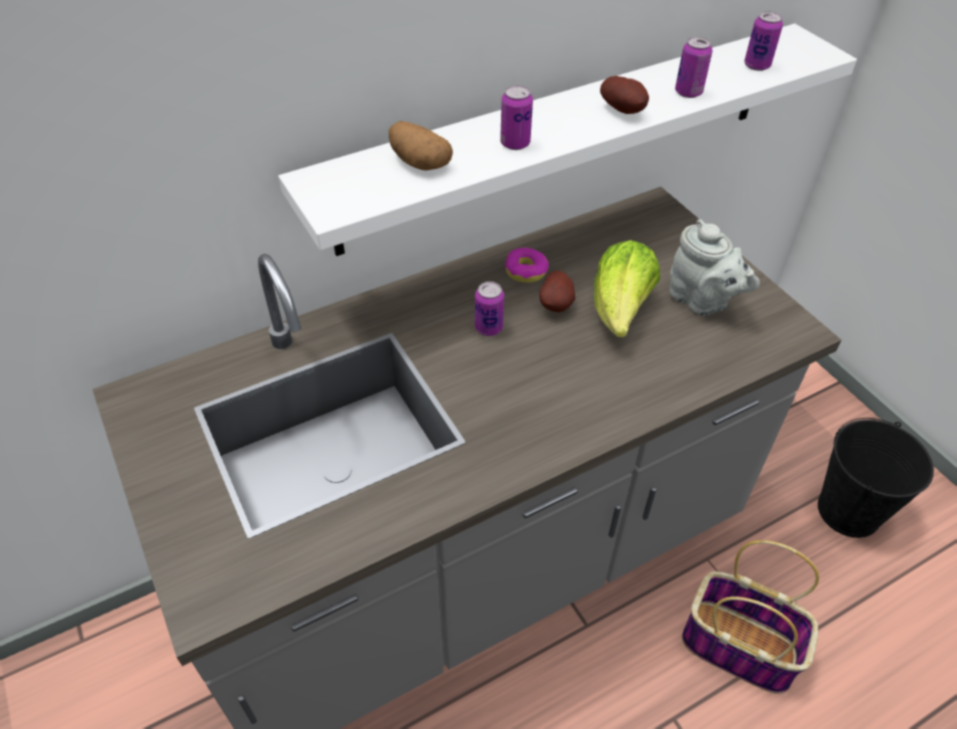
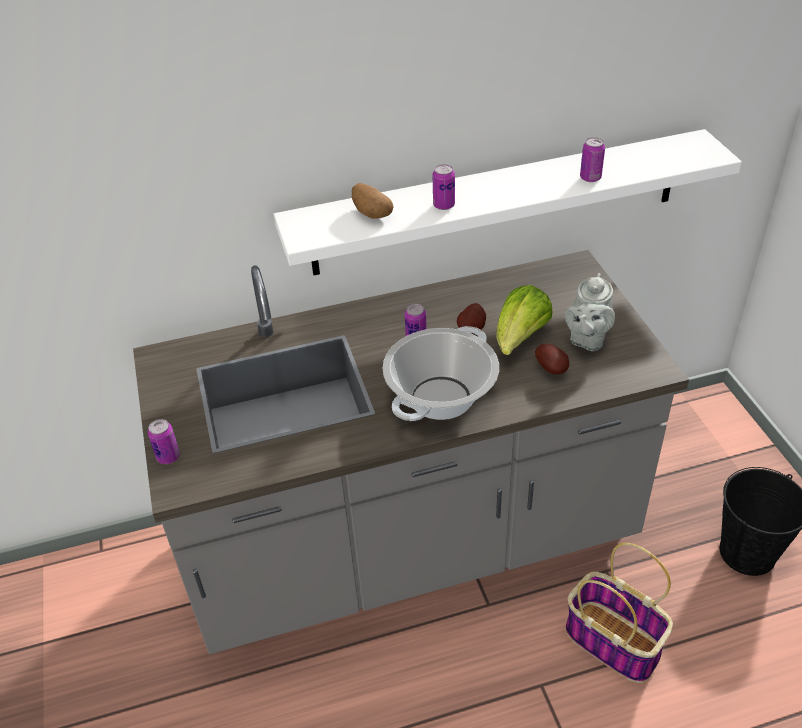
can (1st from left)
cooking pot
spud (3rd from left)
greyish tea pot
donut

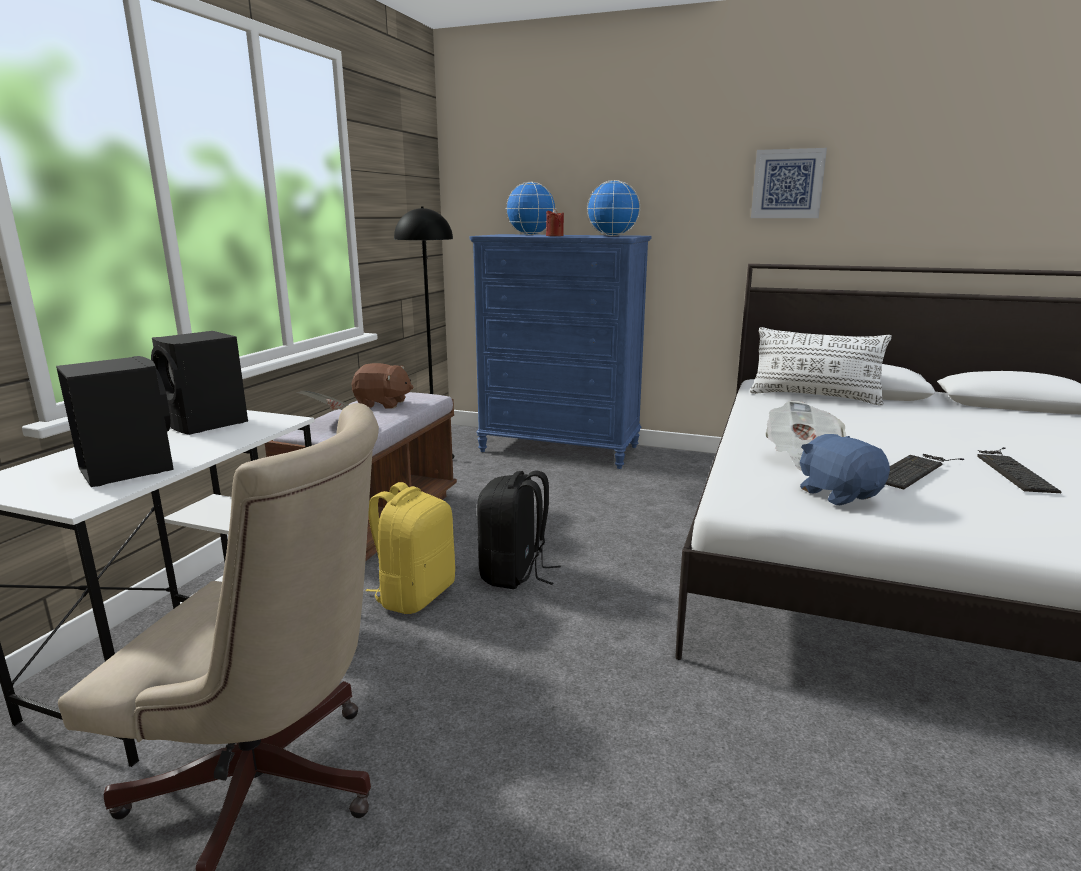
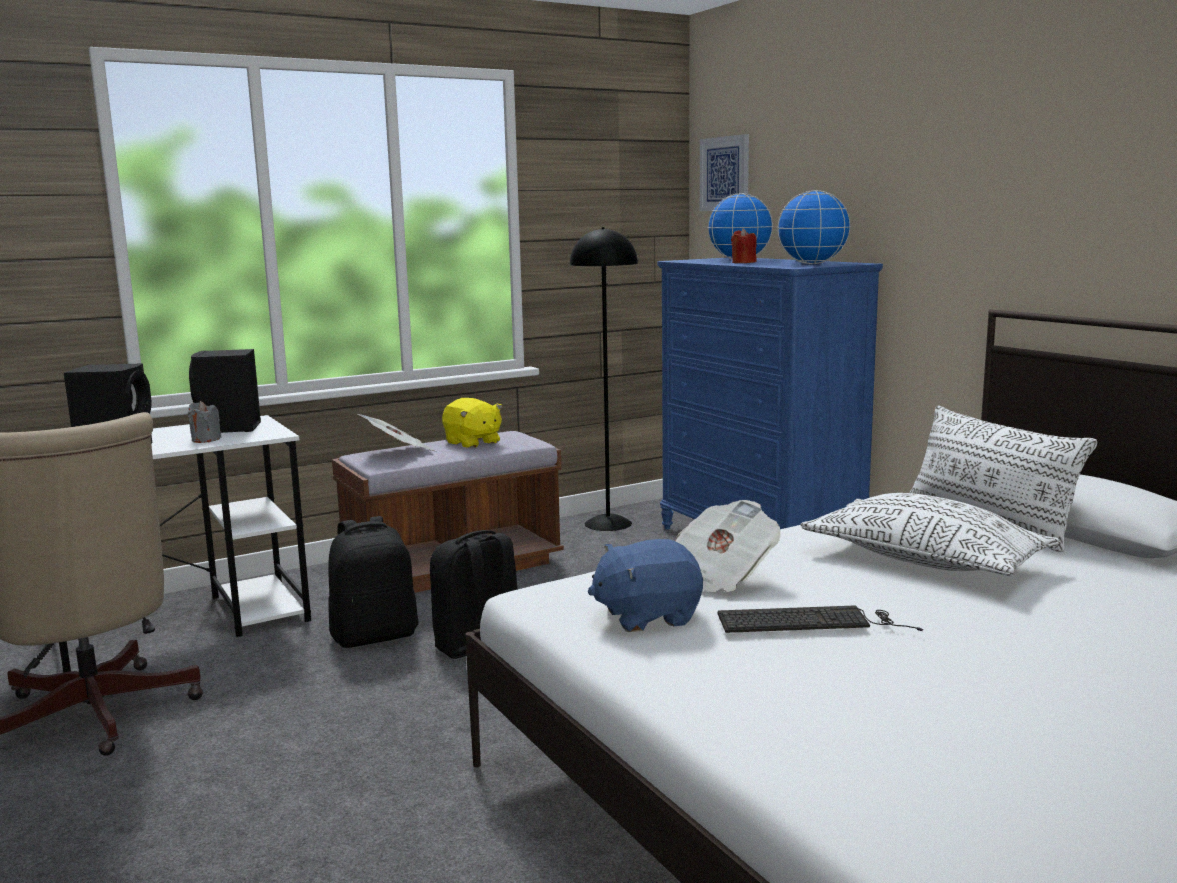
greyish candle
black rucksack (1st from left)
yellowish cuddly toy
blue cuddly toy
picture
white-coloured throw pillow (1st from left)
keyboard (2nd from left in the first image)

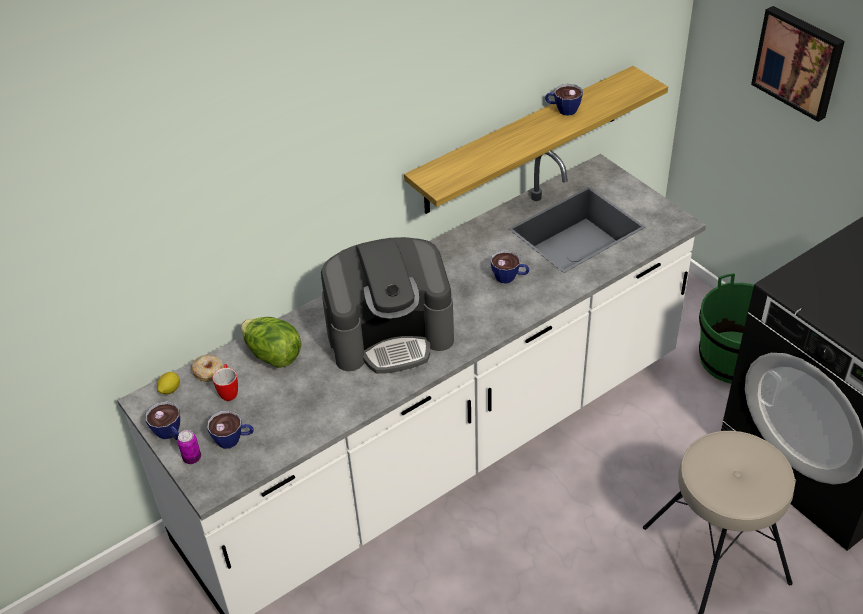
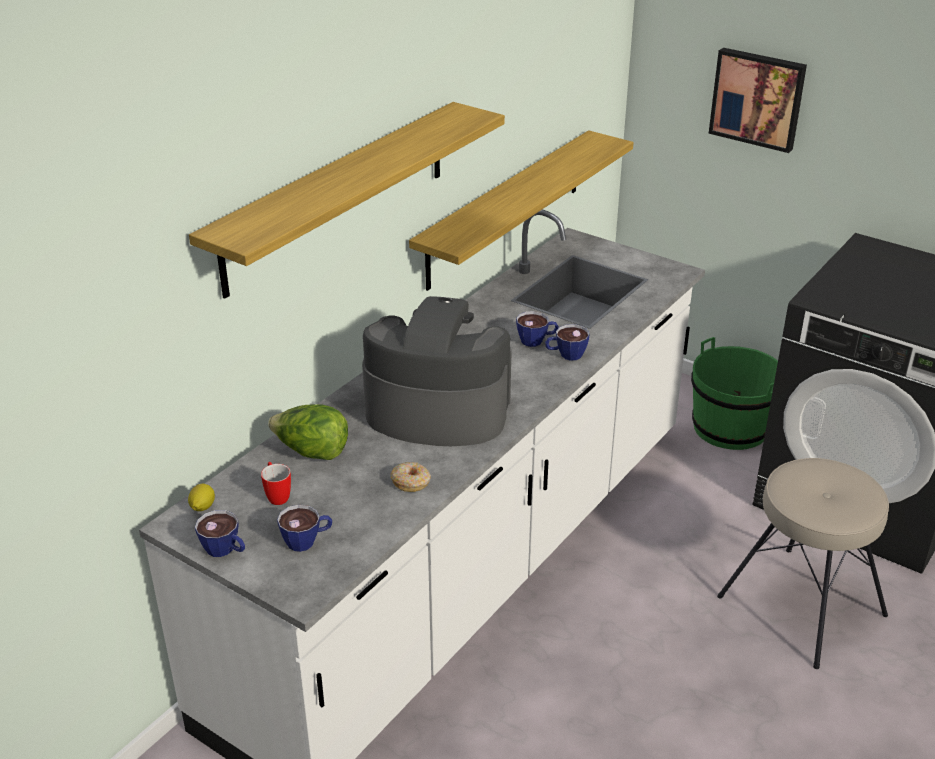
bracket shelf (1st from left)
coffee brewer
donut
small cup (4th from left)
can

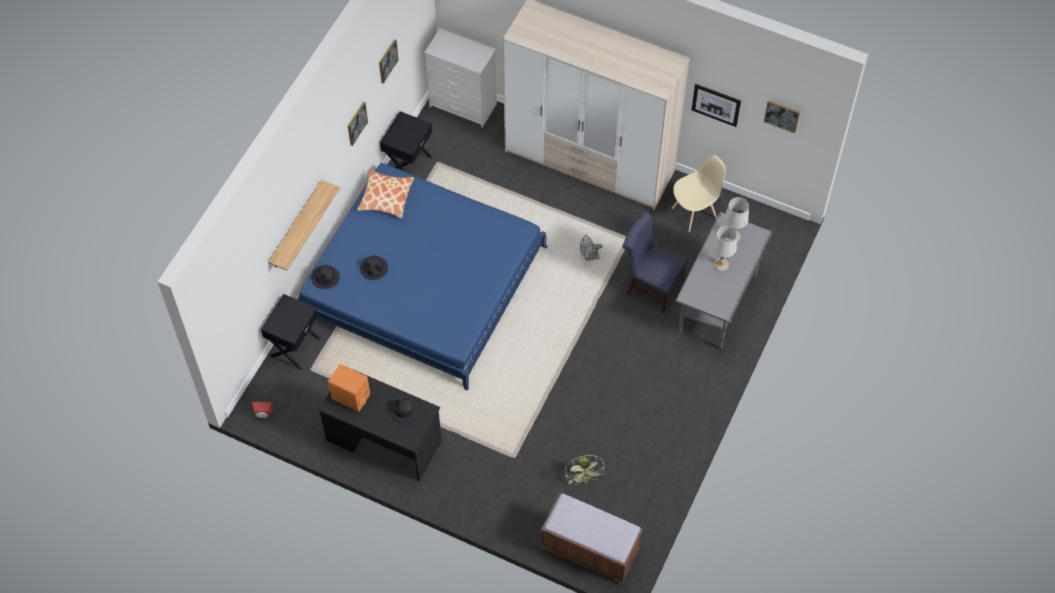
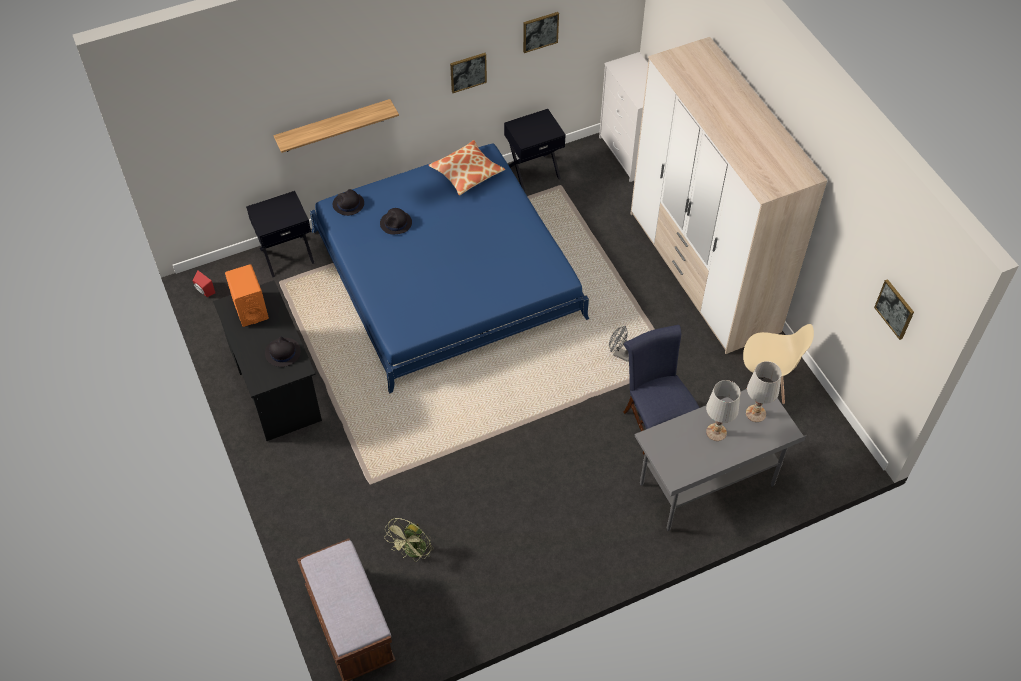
picture (3rd from left in the first image)

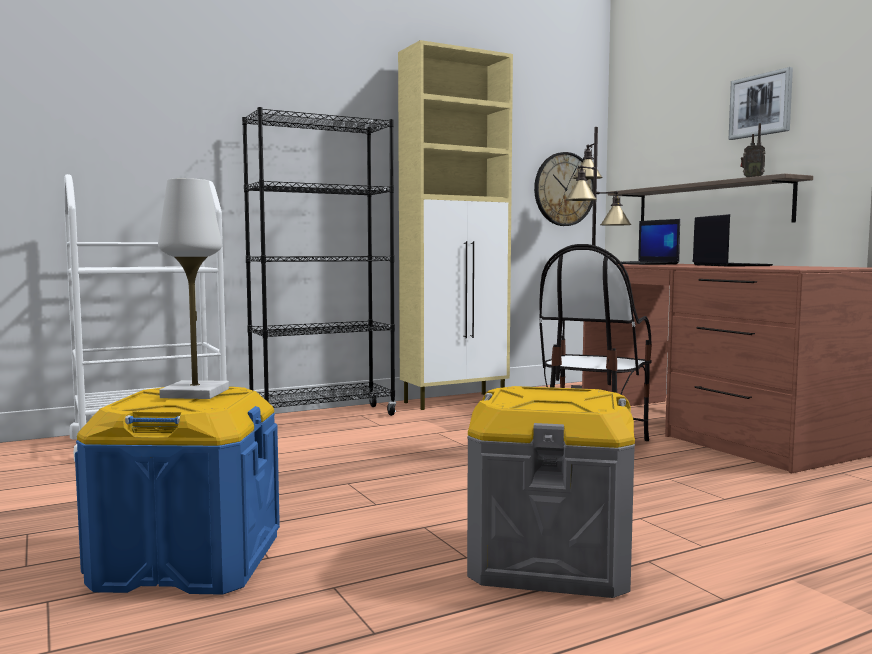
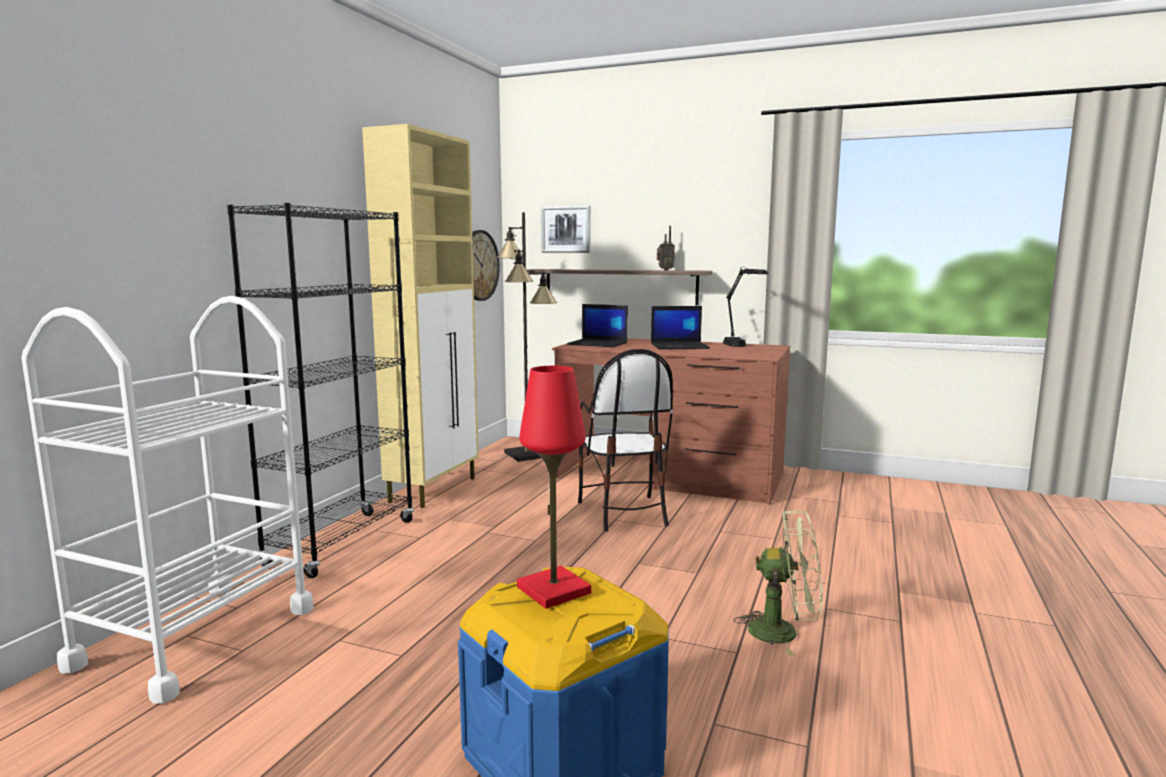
red-coloured lamp for a table
picture
portable computer (2nd from left)
black lamp for a table
green-coloured cooling fan

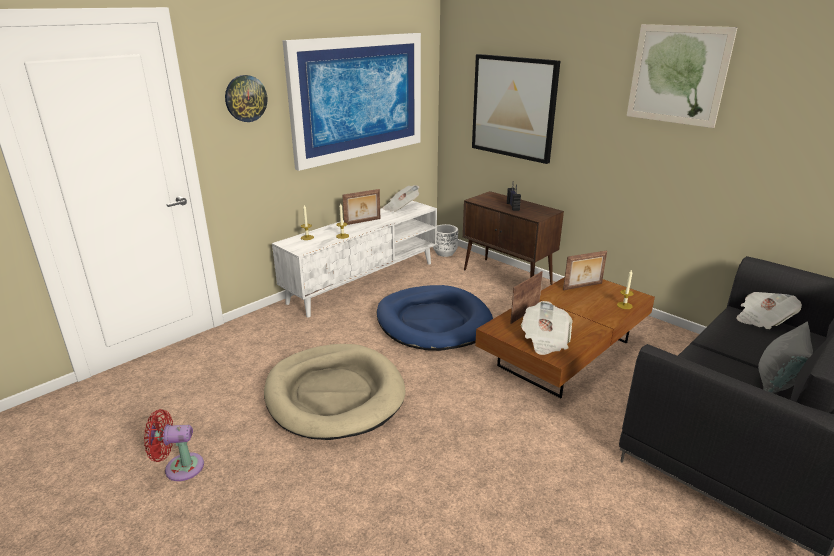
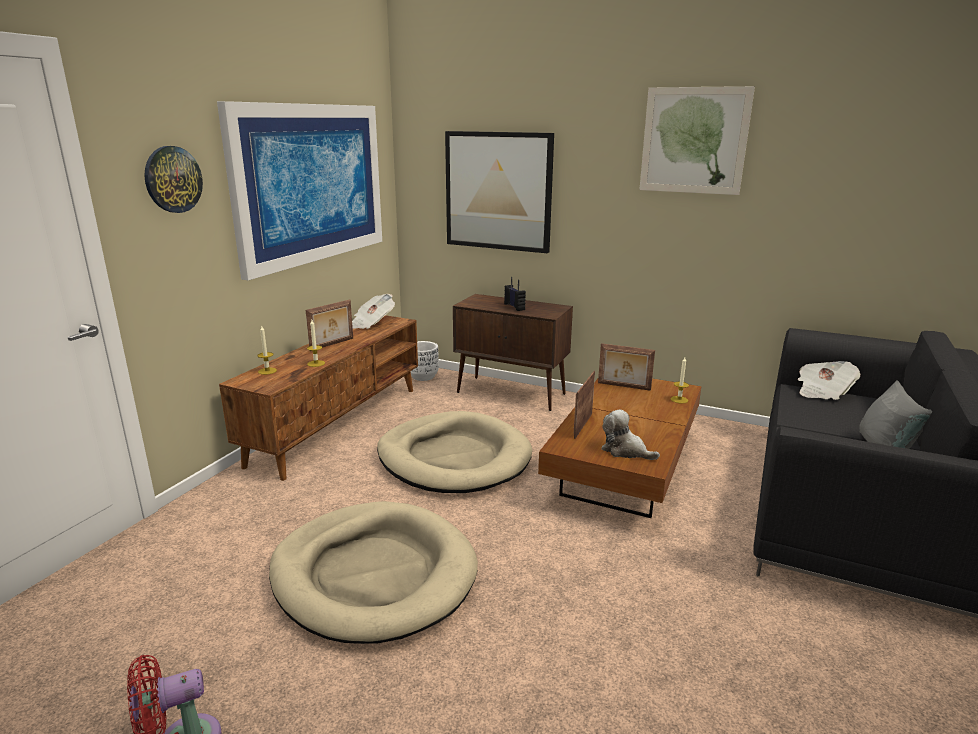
brown tv stand
beige-coloured dog cushion (2nd from left)
picture frame (3rd from left)
cuddly toy

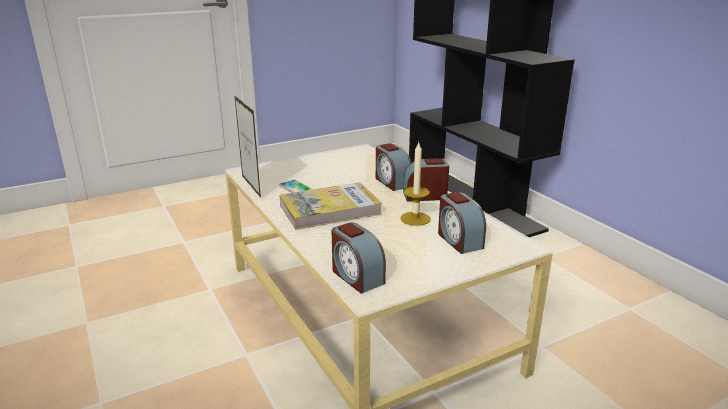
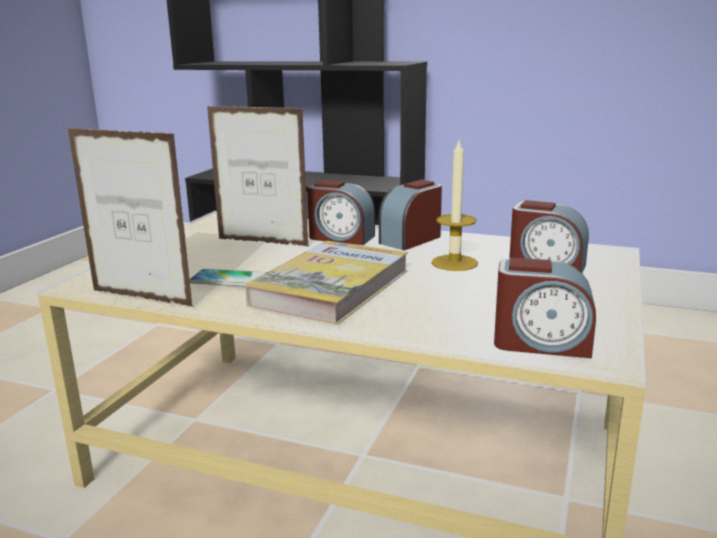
picture frame (2nd from left)

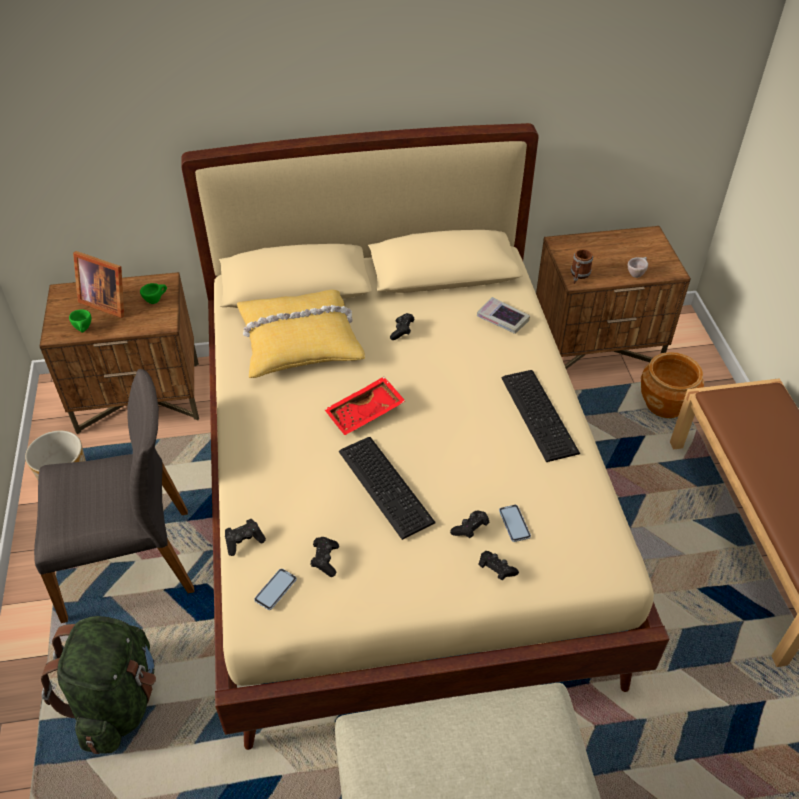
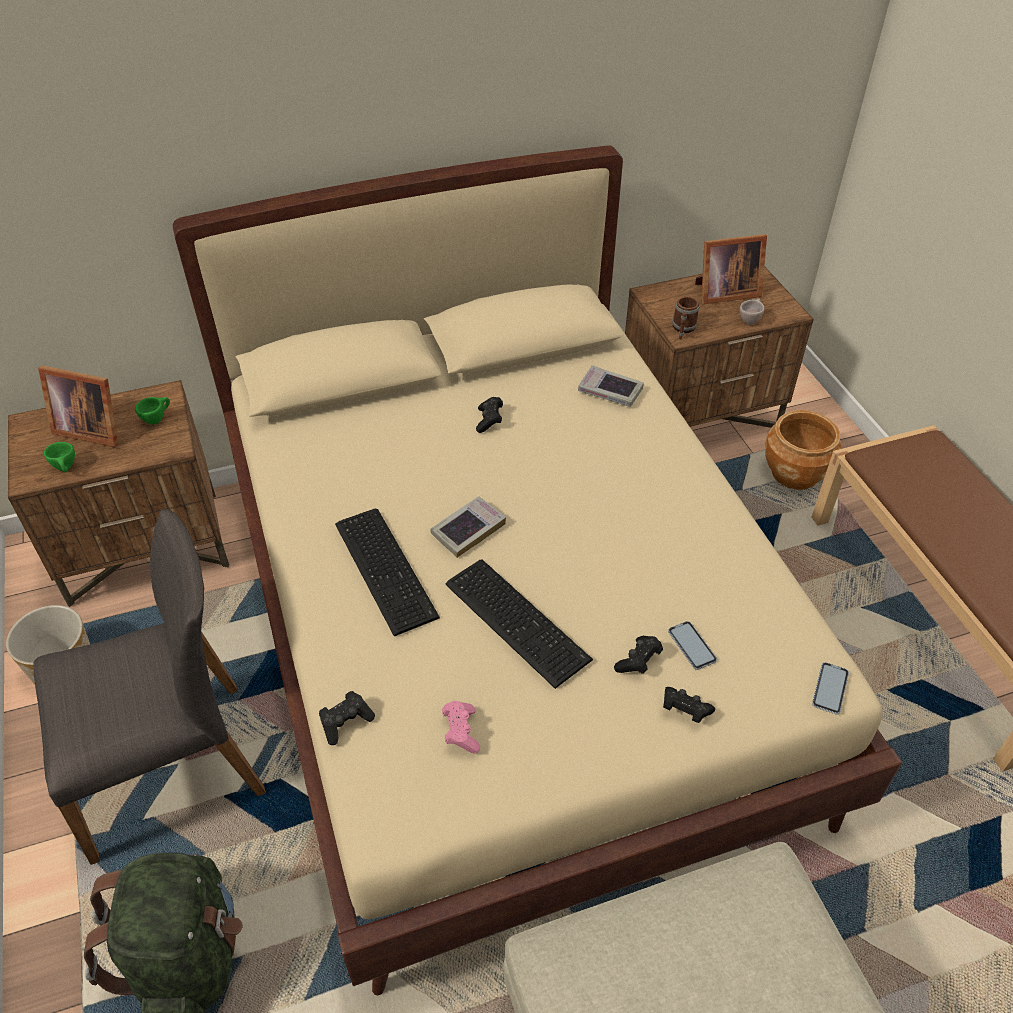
keyboard (1st from left)
volume (1st from left)
pink-coloured gamepad
picture frame (2nd from left)
telephone (2nd from left)
yellowish throw pillow

